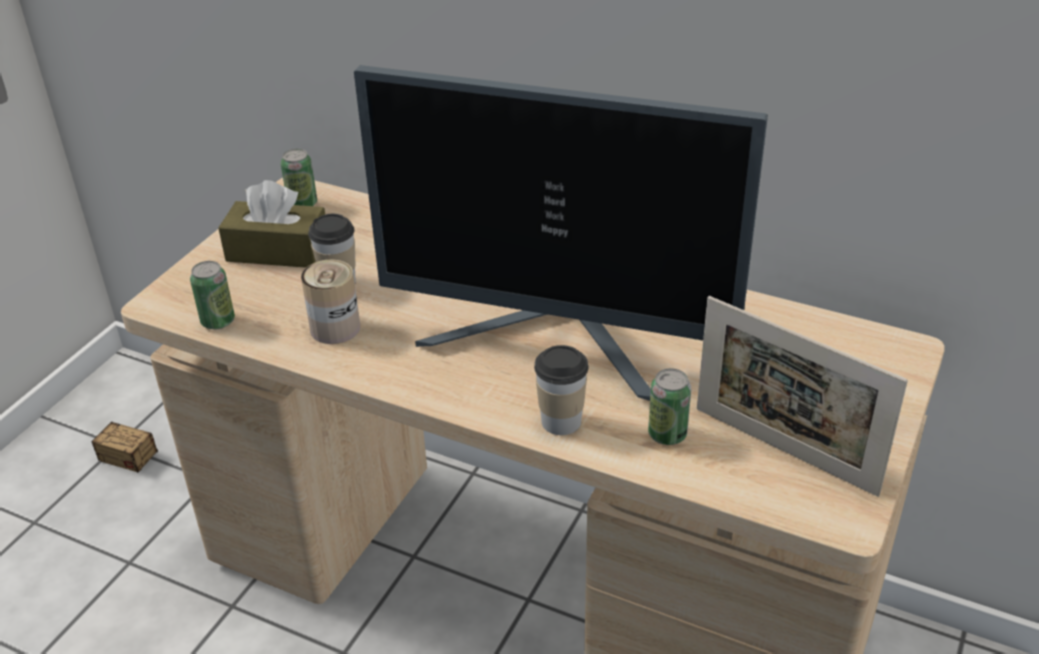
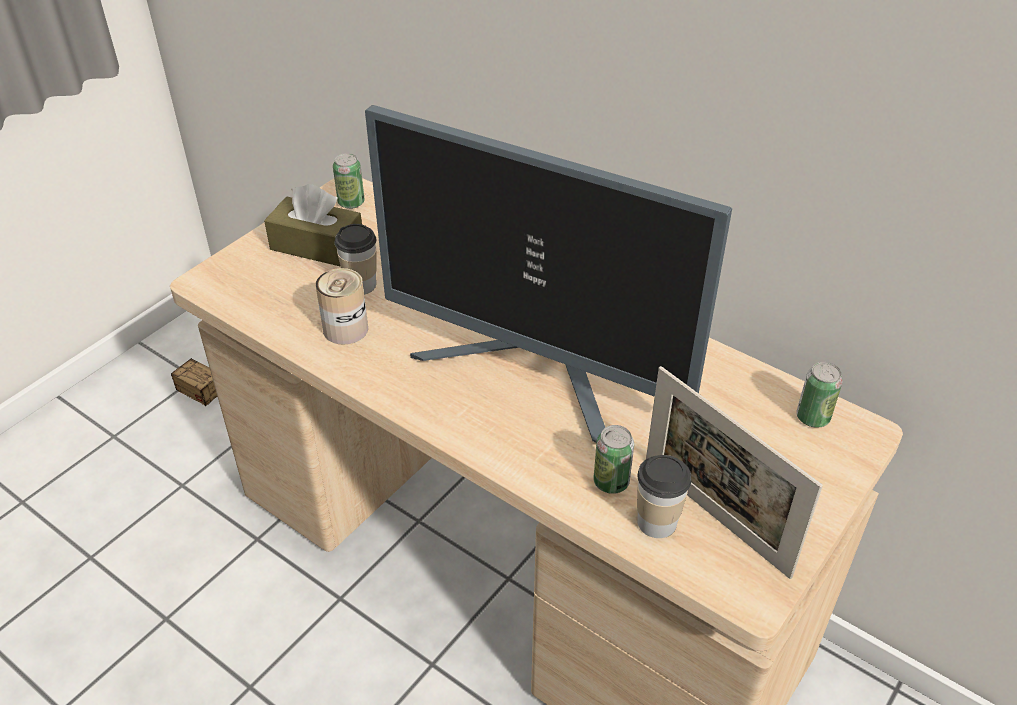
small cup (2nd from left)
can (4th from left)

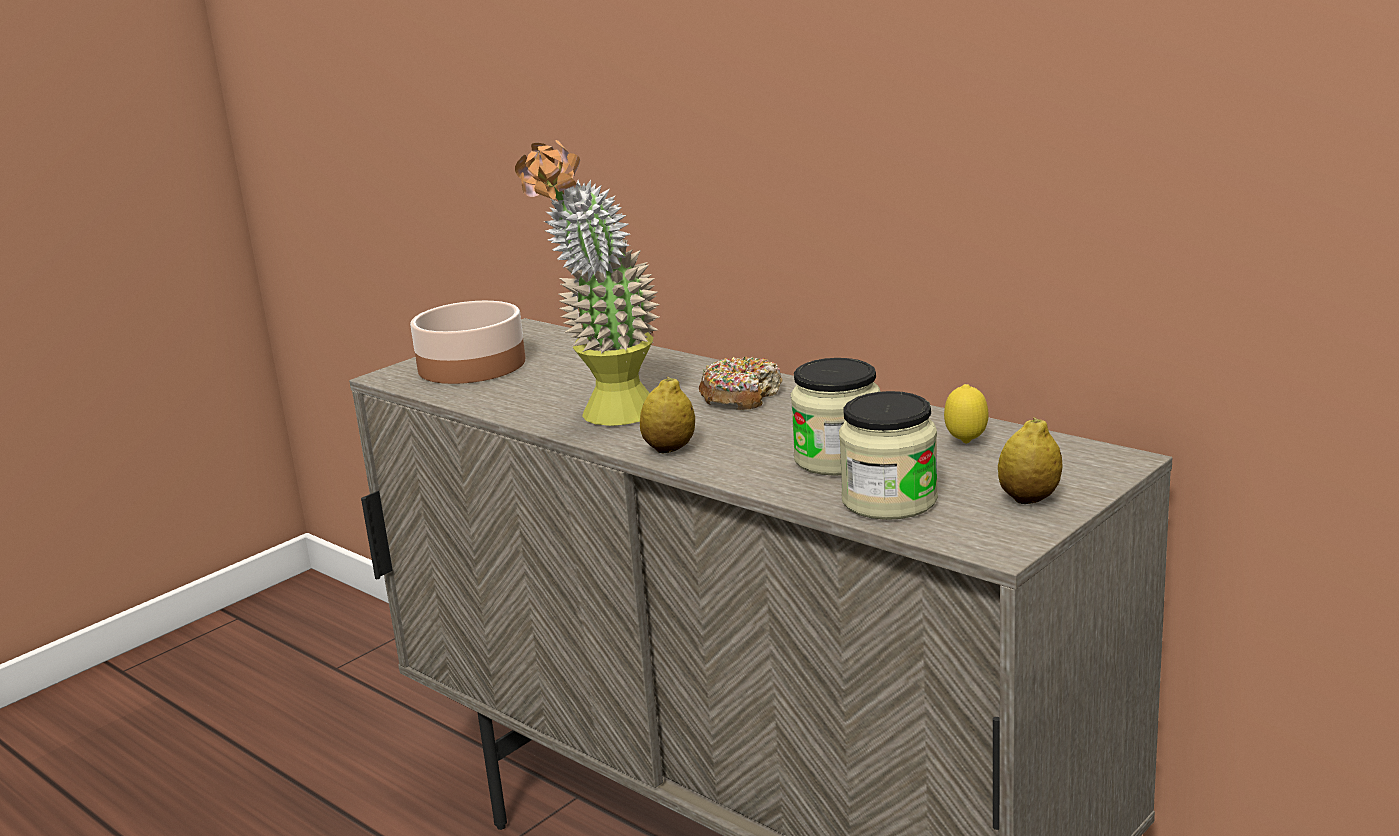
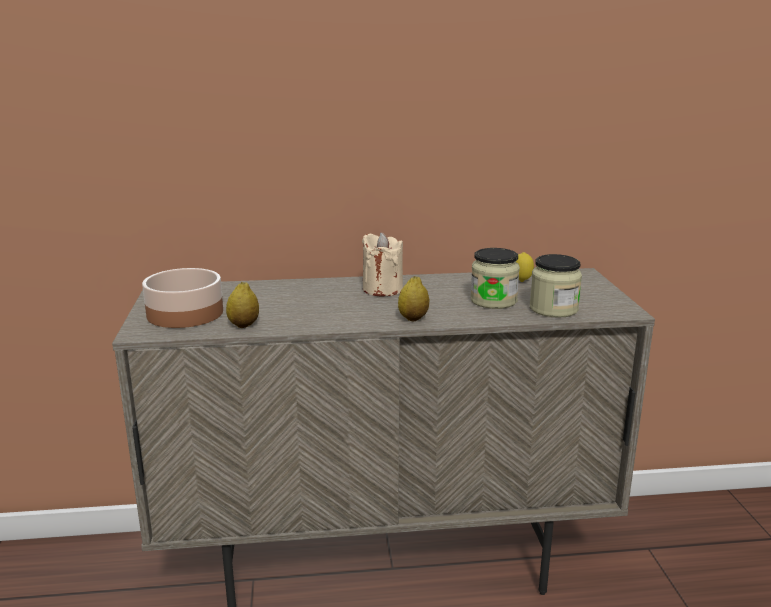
lemon (1st from left)
beige-coloured candle
houseplant

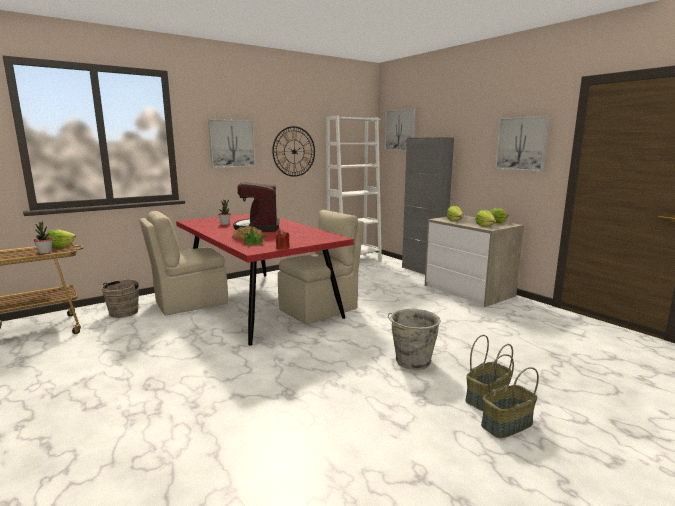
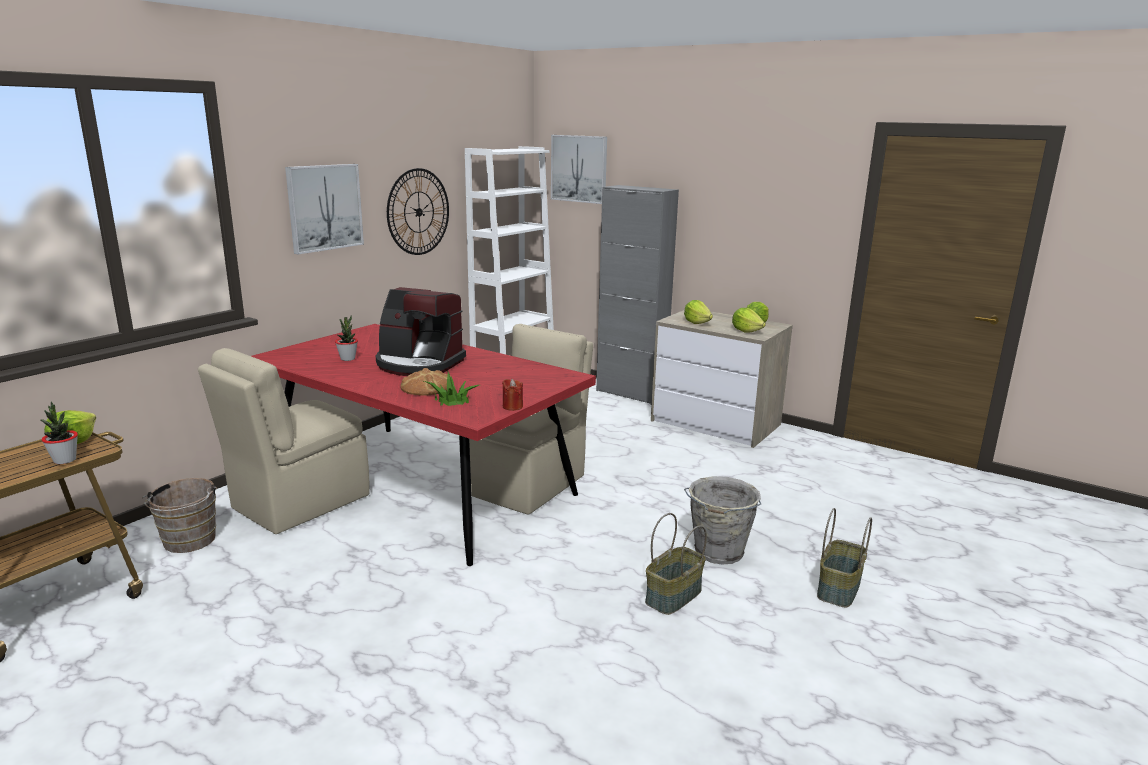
coffee brewer
storage basket (1st from left)
picture (3rd from left in the first image)

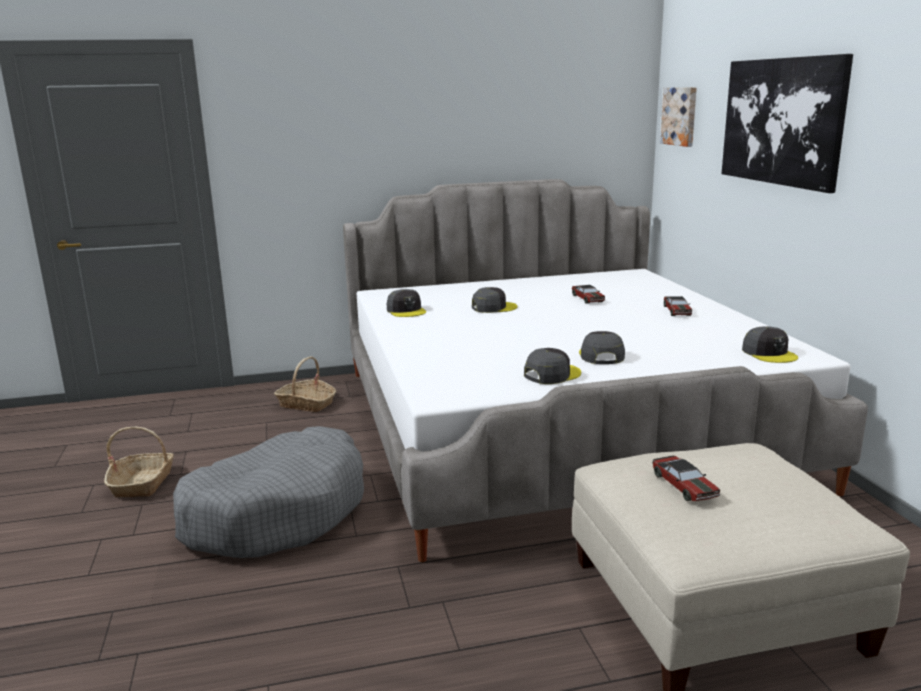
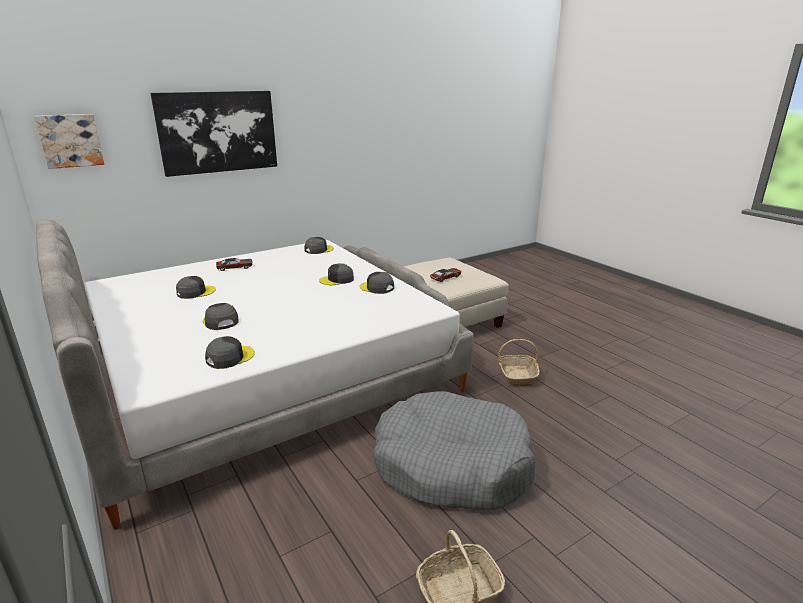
greyish baseball cap (1st from left)
storage basket (2nd from left)

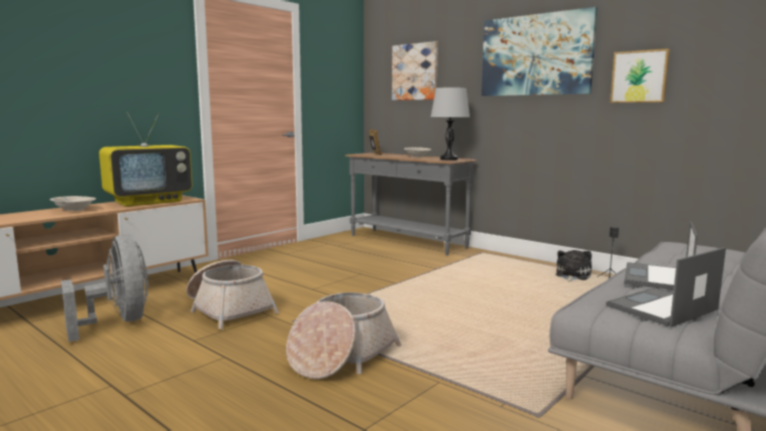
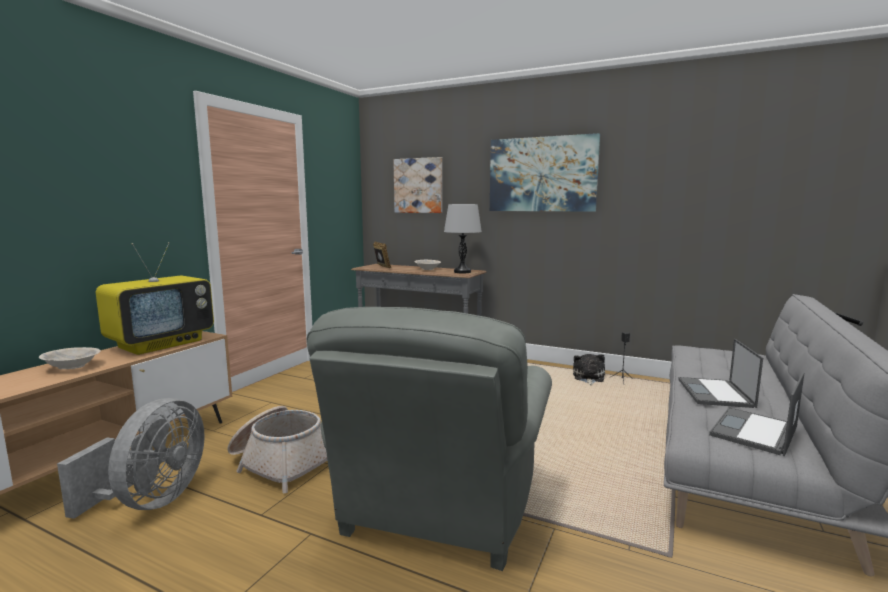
greyish cooling fan
greyish lounge chair
picture (3rd from left in the first image)

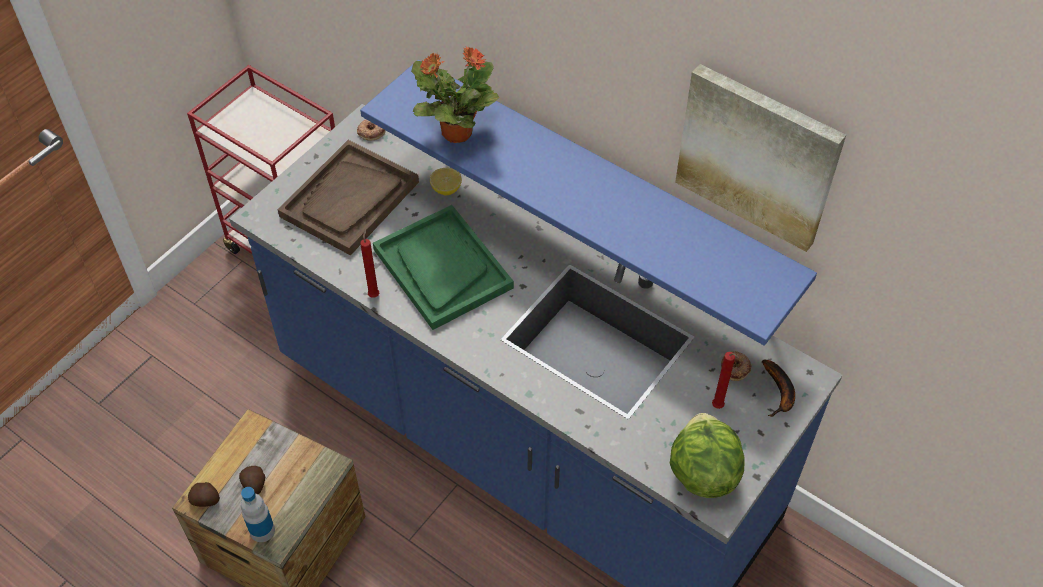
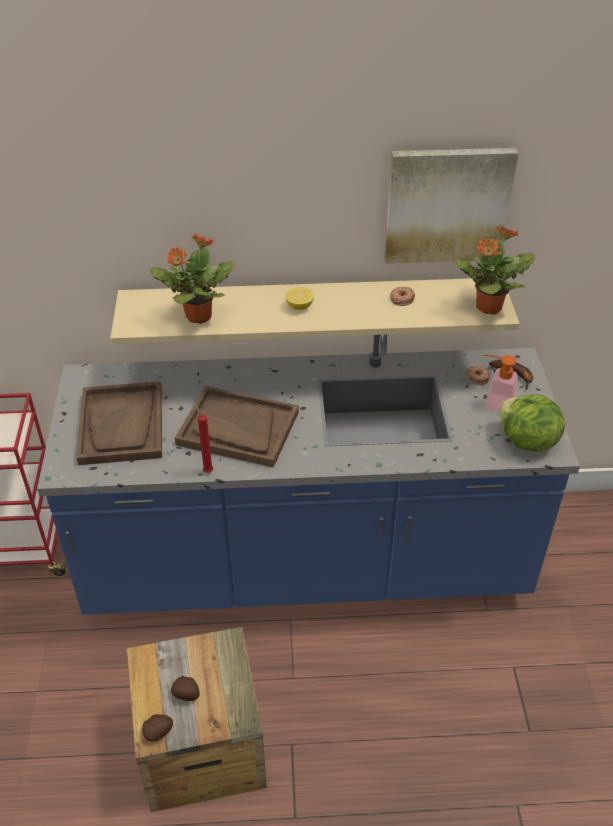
beige-coloured bracket shelf
brown carrying tray (2nd from left)
lemon
donut (1st from left)
houseplant (2nd from left)
liquid soap bottle
beverage bottle

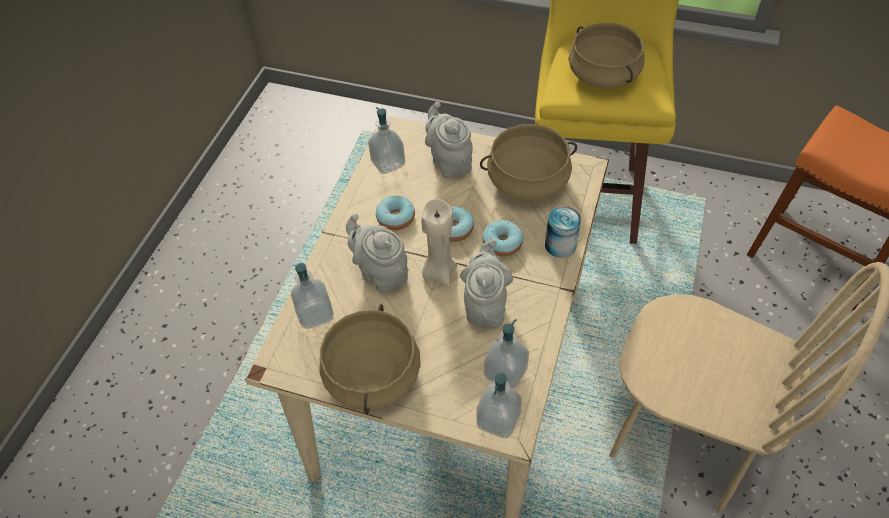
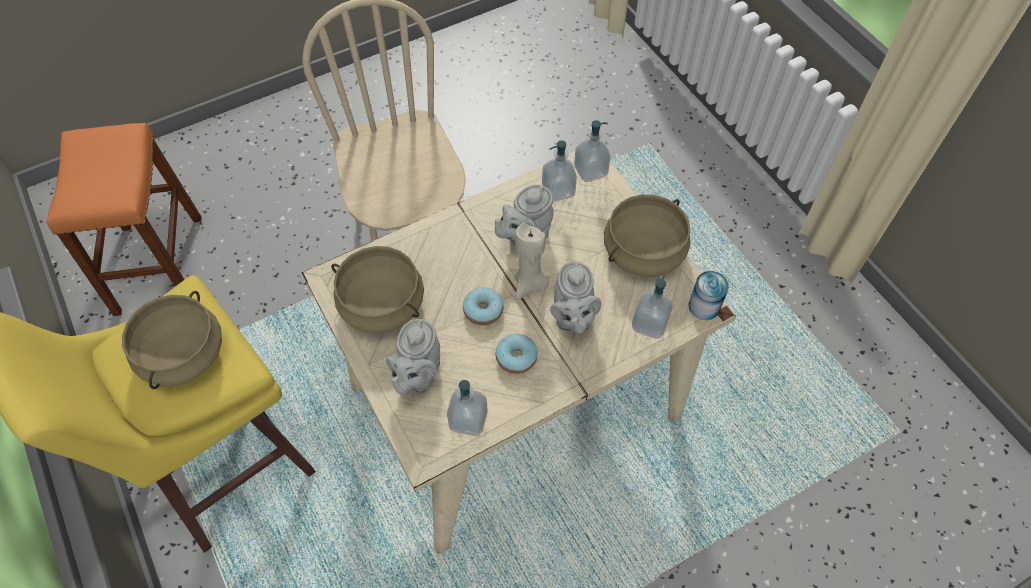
can
donut (3rd from left in the first image)

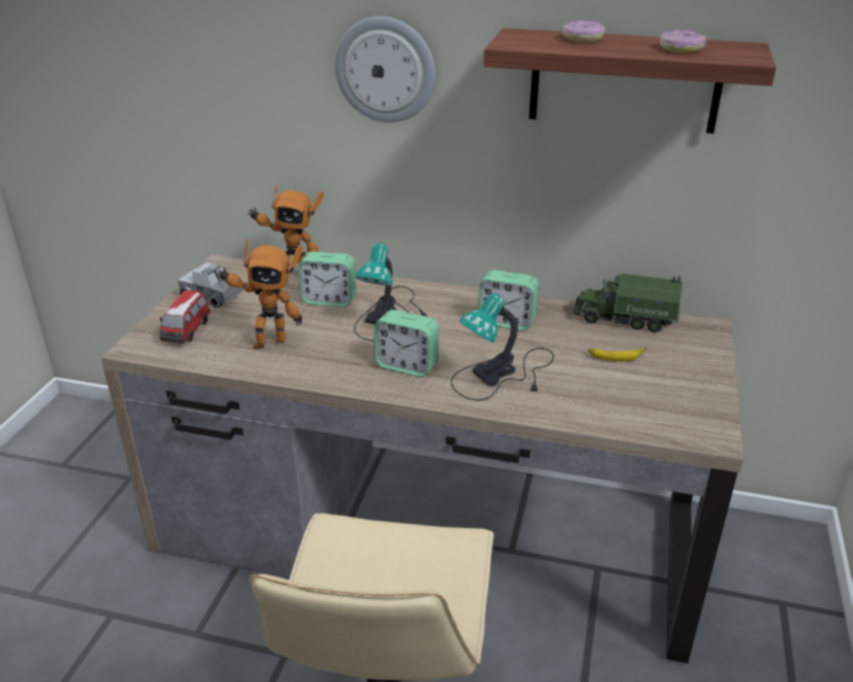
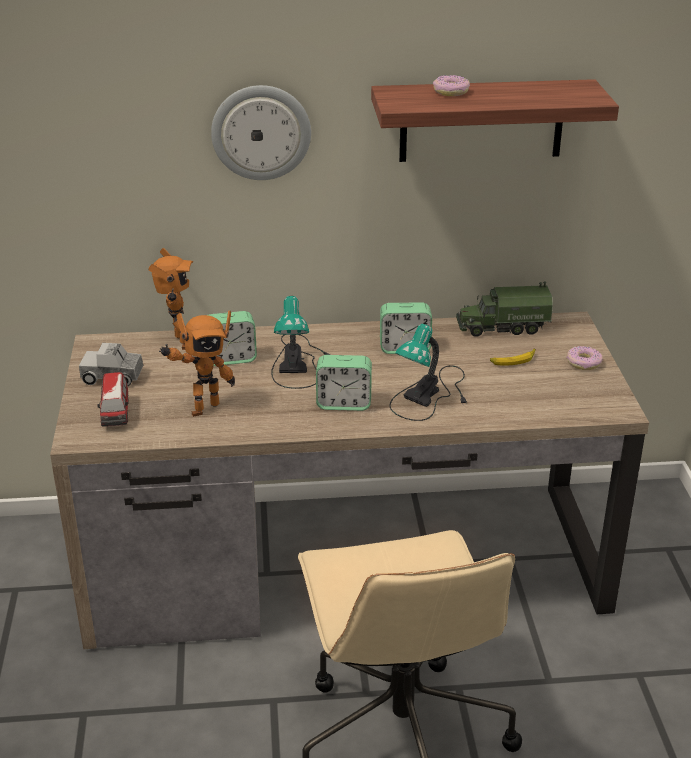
robot figure (1st from left)
donut (2nd from left)

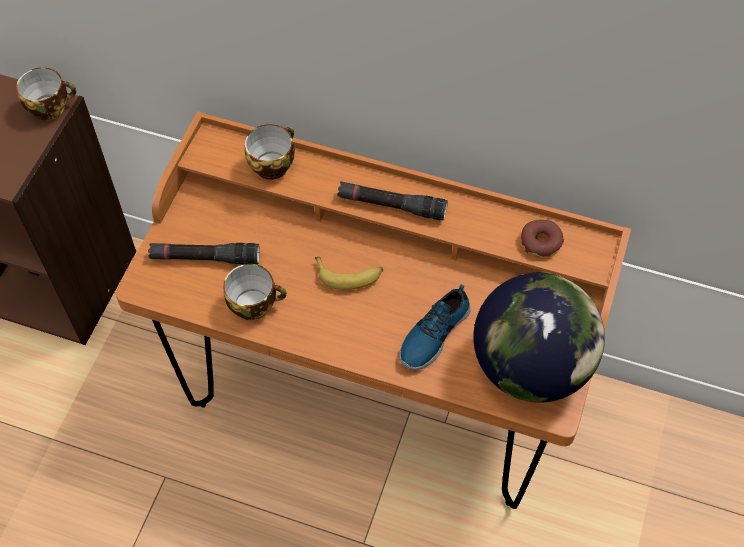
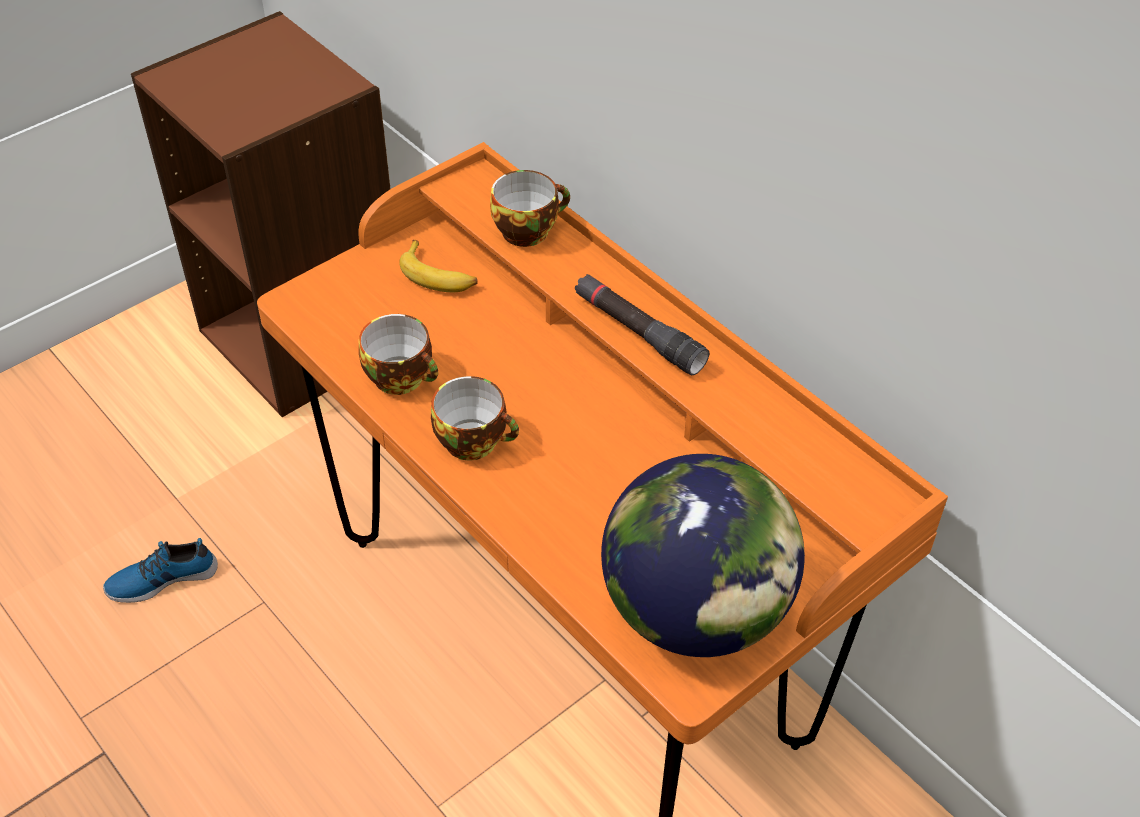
low shoe
whole banana
small cup (2nd from left)
black hand torch (1st from left in the first image)
donut

